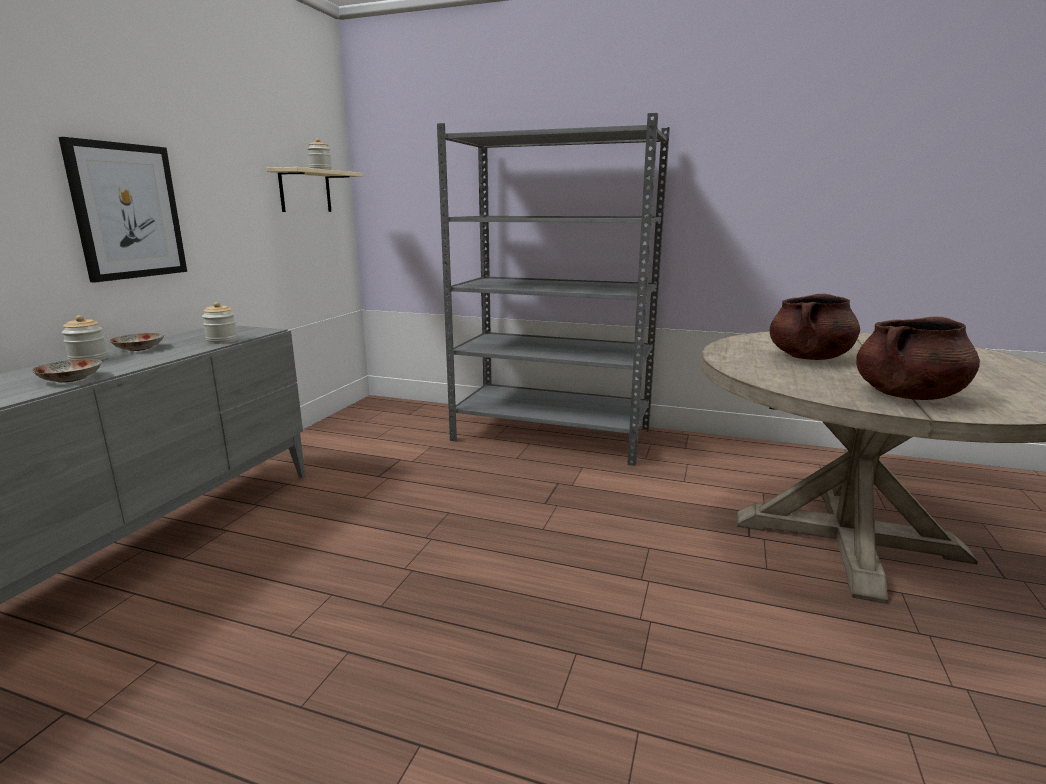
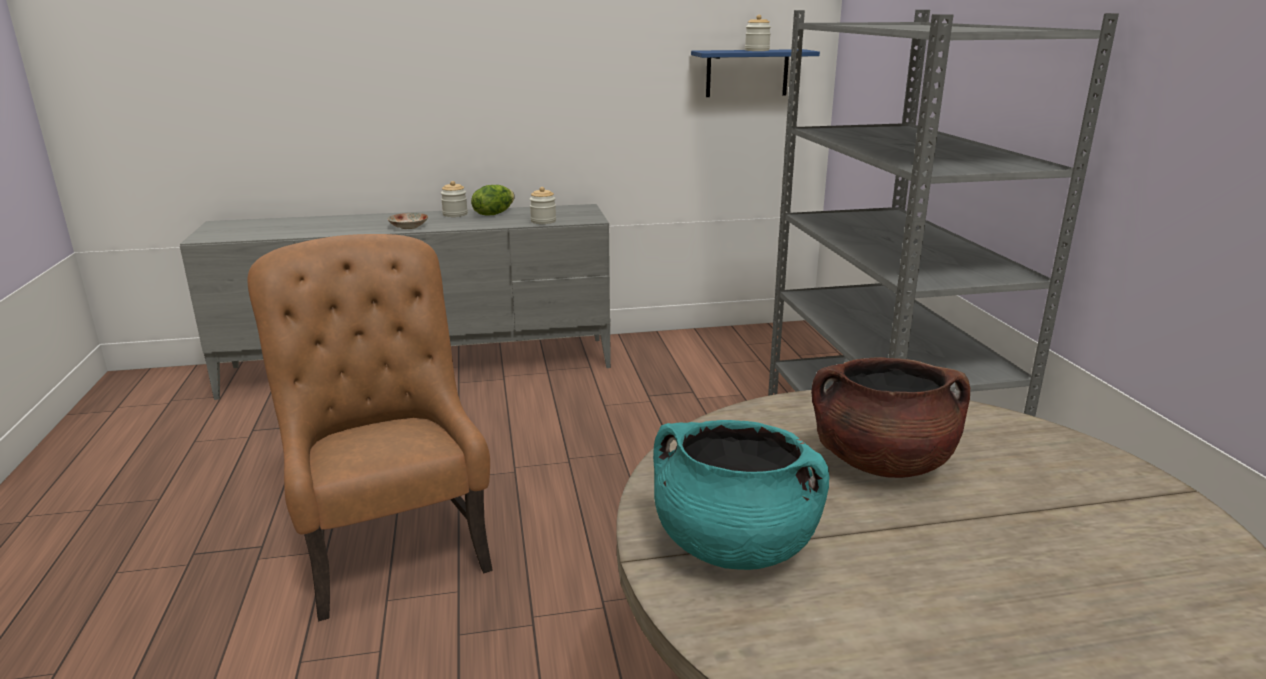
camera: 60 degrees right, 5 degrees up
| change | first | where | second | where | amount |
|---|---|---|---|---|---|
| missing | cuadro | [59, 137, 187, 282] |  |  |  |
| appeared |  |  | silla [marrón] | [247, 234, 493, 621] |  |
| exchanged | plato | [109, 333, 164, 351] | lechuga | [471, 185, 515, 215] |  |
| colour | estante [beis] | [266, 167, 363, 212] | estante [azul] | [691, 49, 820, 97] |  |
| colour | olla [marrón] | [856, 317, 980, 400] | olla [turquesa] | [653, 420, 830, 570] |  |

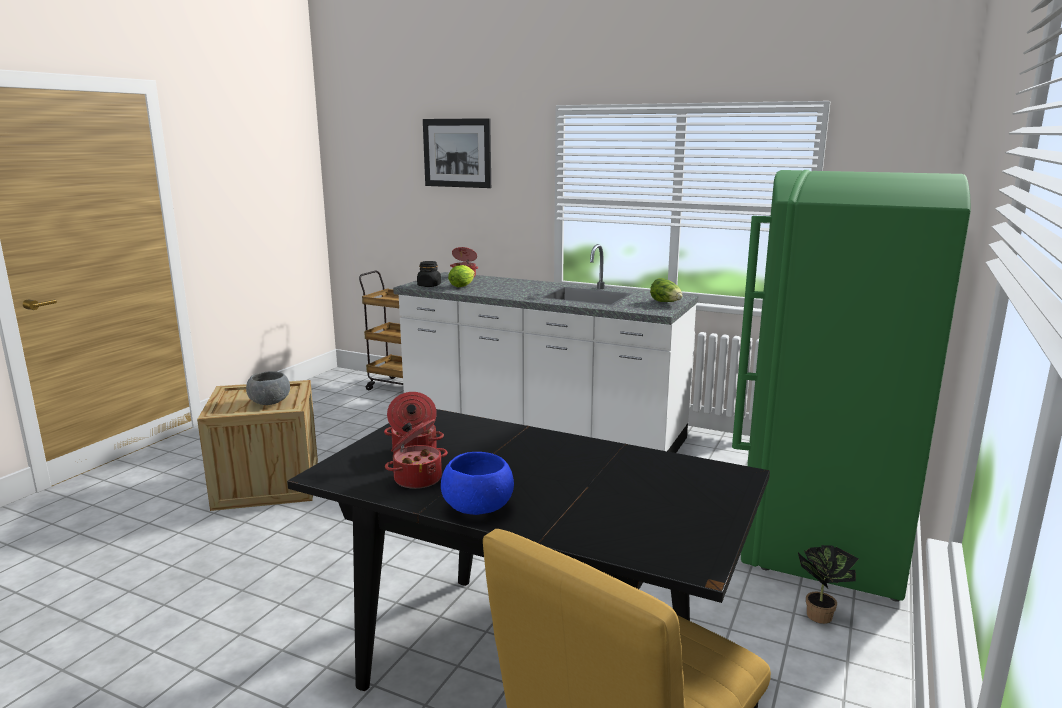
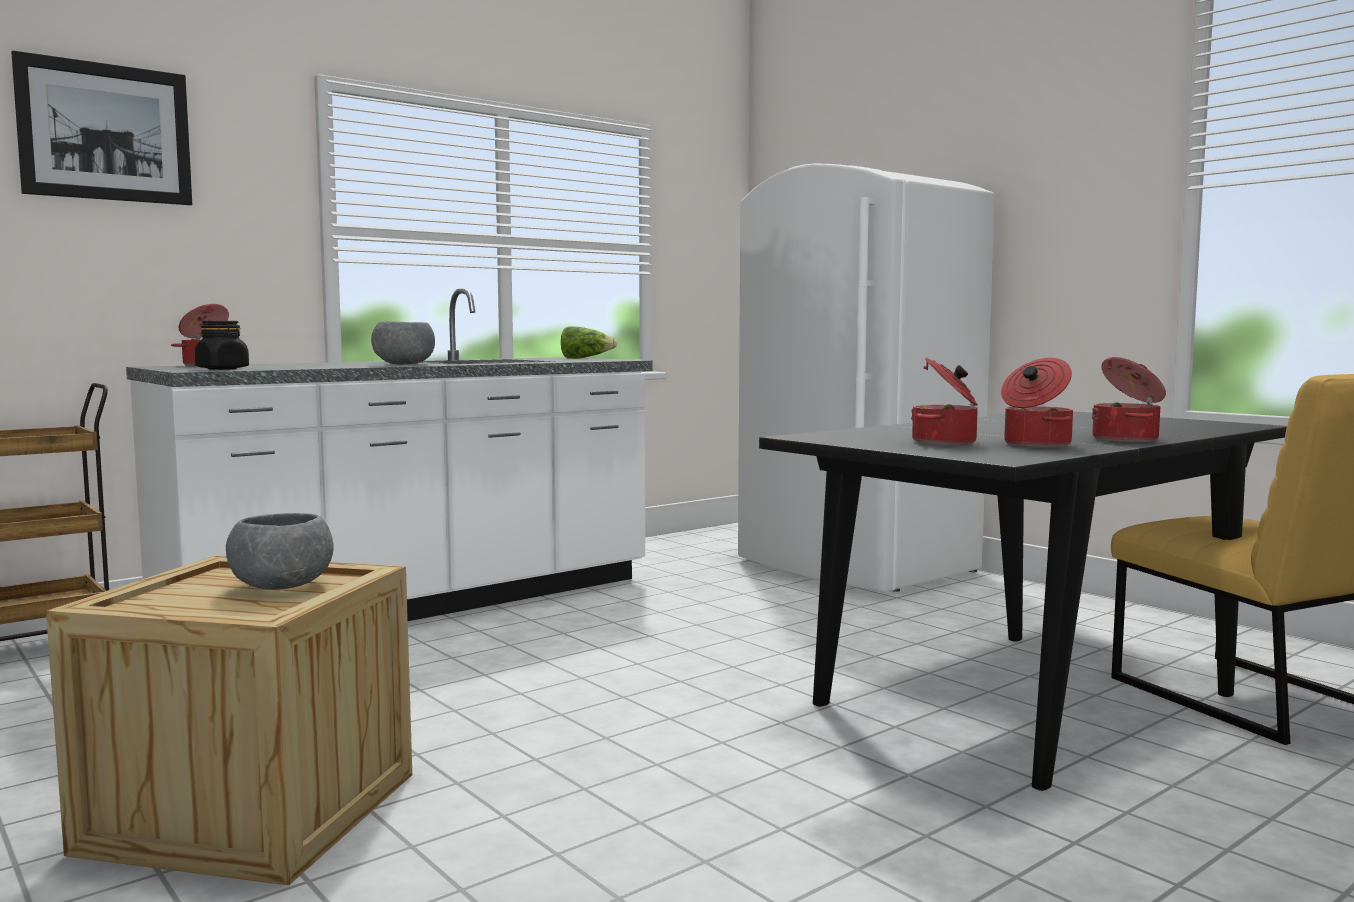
camera: 65 degrees left, 10 degrees down
| change | first | where | second | where | amount |
|---|---|---|---|---|---|
| missing | lechuga | [448, 265, 475, 288] |  |  |  |
| missing | planta en maceta | [798, 545, 859, 624] |  |  |  |
| appeared |  |  | cuenco [gris] | [371, 321, 435, 365] |  |
| exchanged | cuenco [azul] | [441, 452, 514, 515] | olla | [1092, 357, 1166, 443] |  |
| colour | nevera [verde] | [732, 170, 971, 602] | nevera [blanco] | [738, 163, 995, 592] |  |

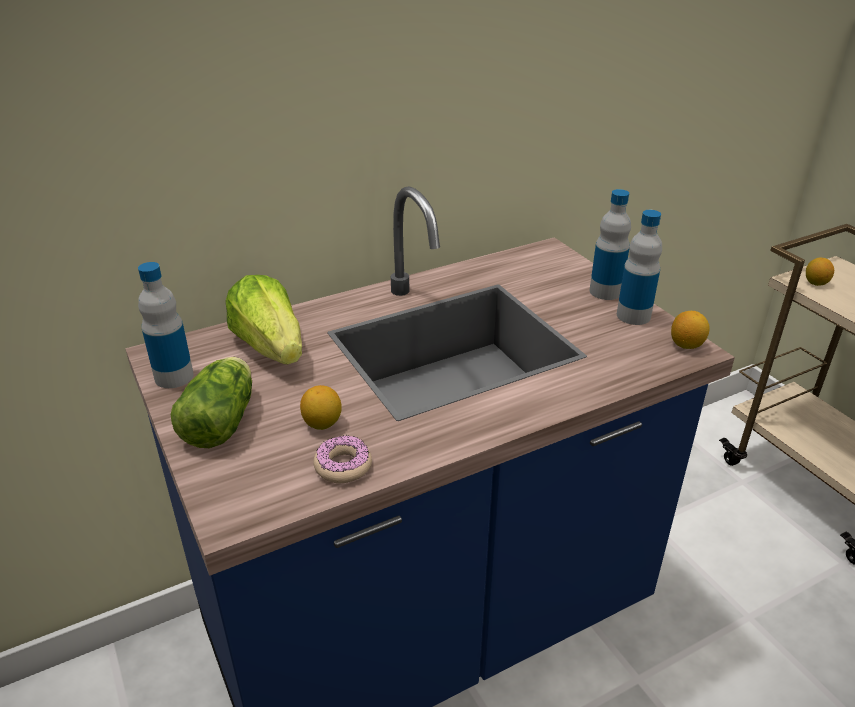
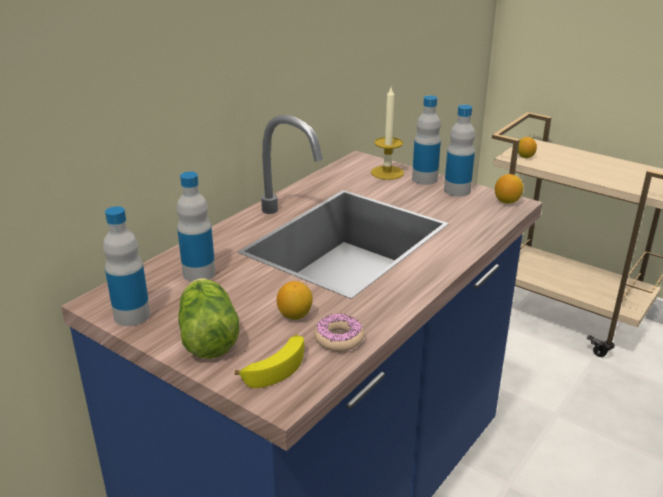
camera: 25 degrees left, 5 degrees down
| change | first | where | second | where | amount |
|---|---|---|---|---|---|
| appeared |  |  | plátano | [235, 334, 304, 388] |  |
| appeared |  |  | vela | [371, 87, 404, 180] |  |
| exchanged | lechuga | [225, 275, 302, 365] | botella | [177, 172, 216, 282] |  |

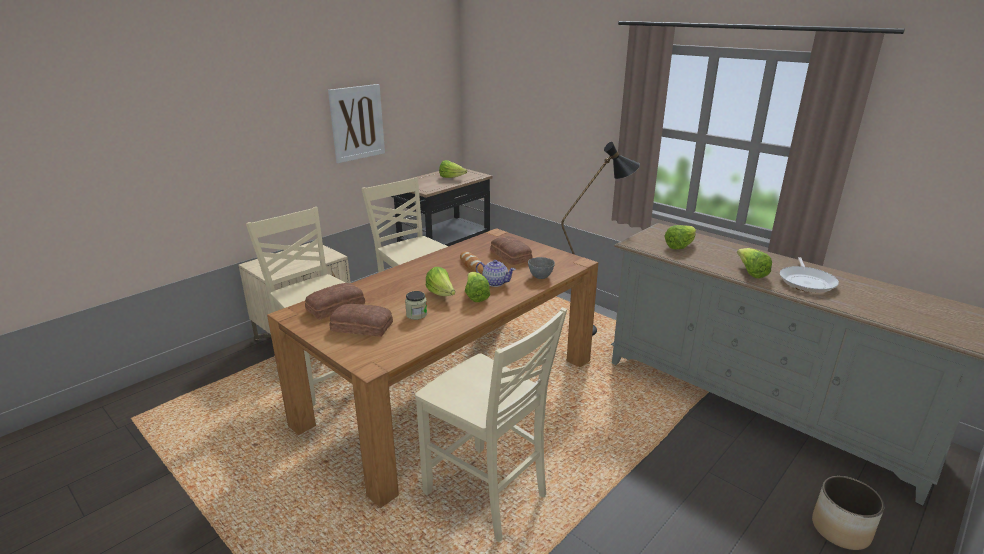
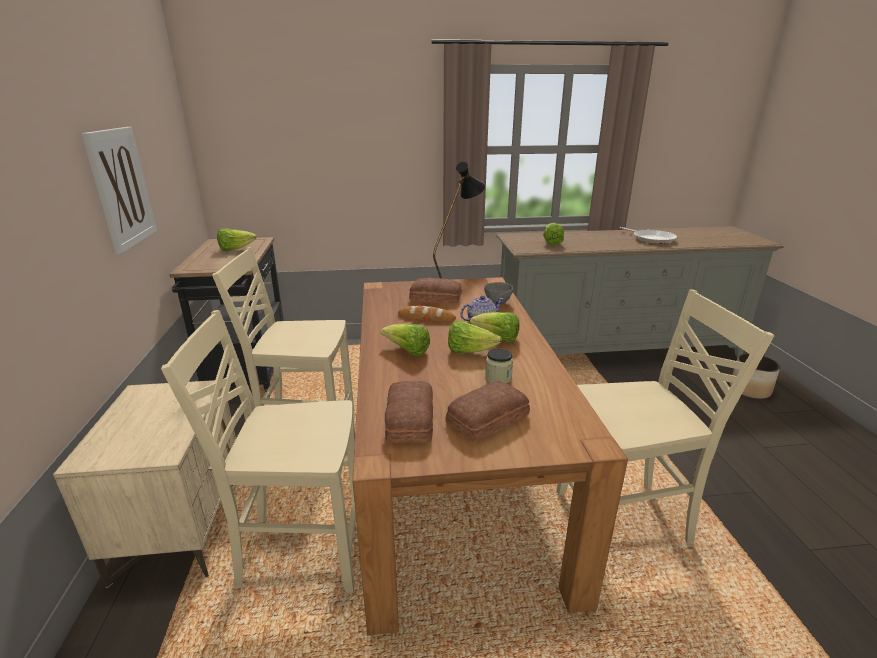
camera: 50 degrees left, 0 degrees up
| change | first | where | second | where | amount |
|---|---|---|---|---|---|
| relocated | lechuga | [737, 248, 772, 278] |  | [381, 324, 430, 356] |  |

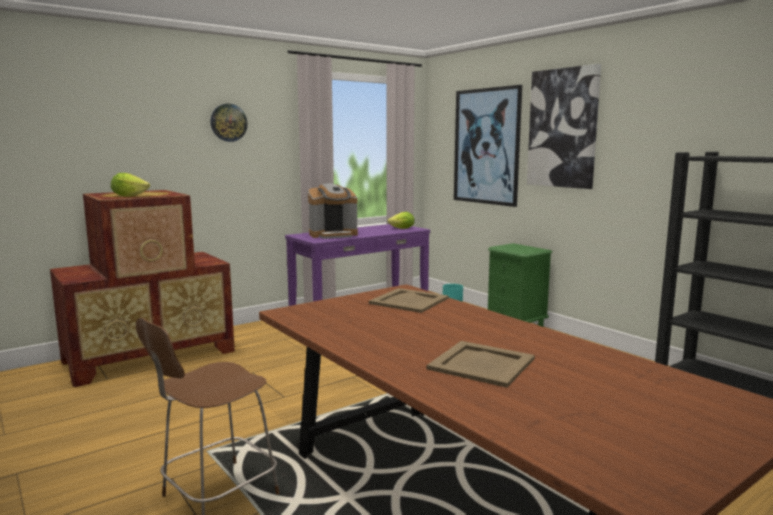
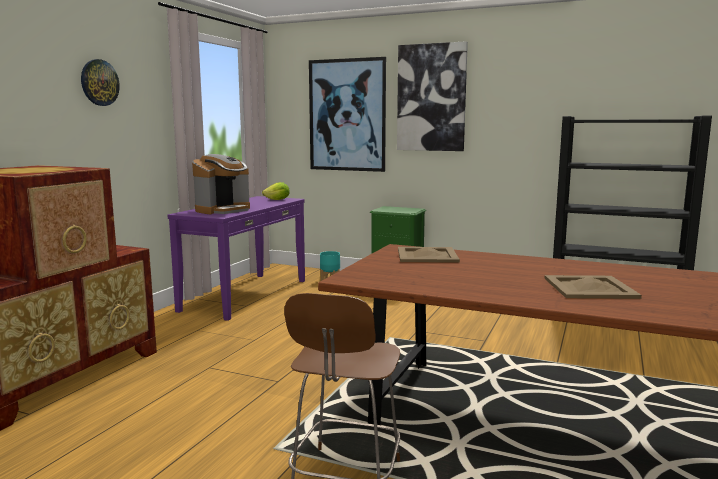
camera: 30 degrees left, 0 degrees up
| change | first | where | second | where | amount |
|---|---|---|---|---|---|
| missing | lechuga | [111, 173, 150, 197] |  |  |  |

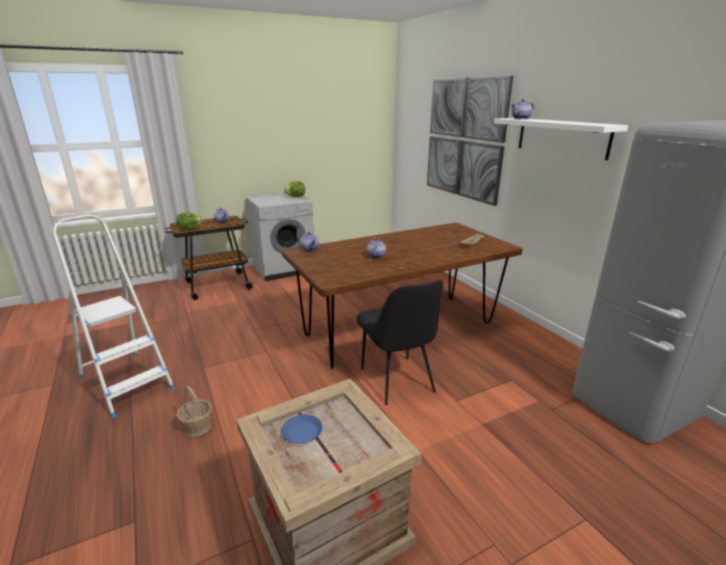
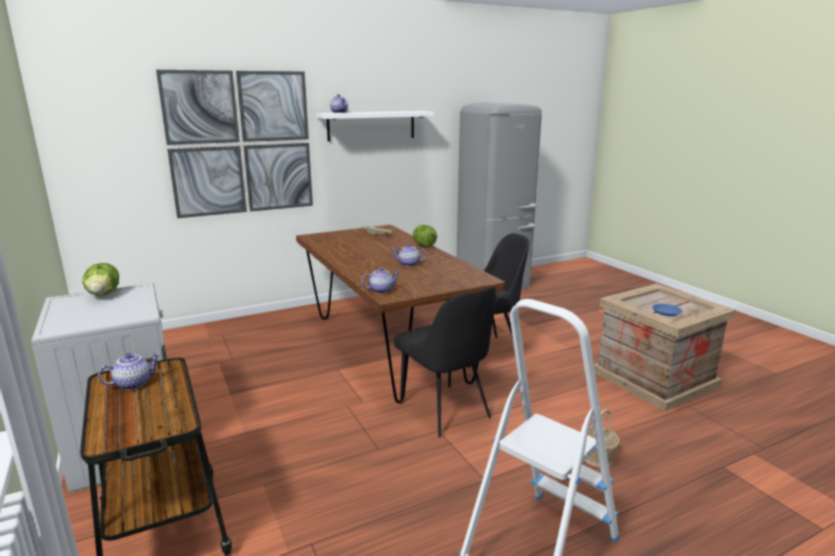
camera: 90 degrees left, 5 degrees down
| change | first | where | second | where | amount |
|---|---|---|---|---|---|
| appeared |  |  | silla [negro] | [394, 287, 496, 437] |  |
| relocated | lechuga | [176, 212, 202, 230] |  | [413, 225, 437, 247] |  |

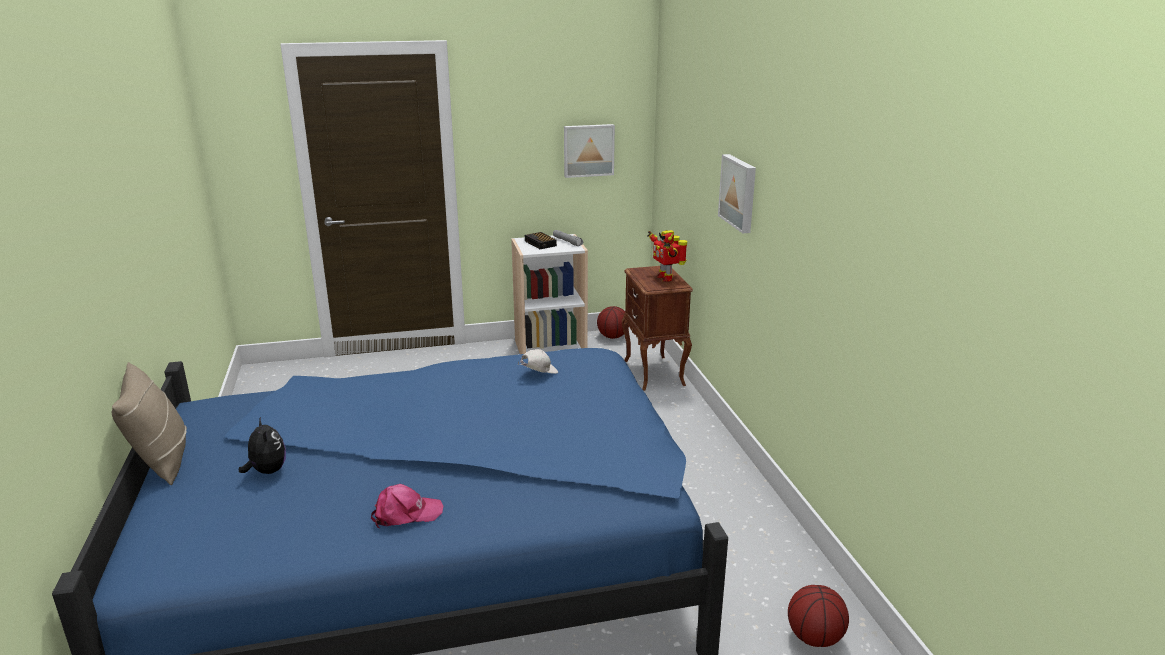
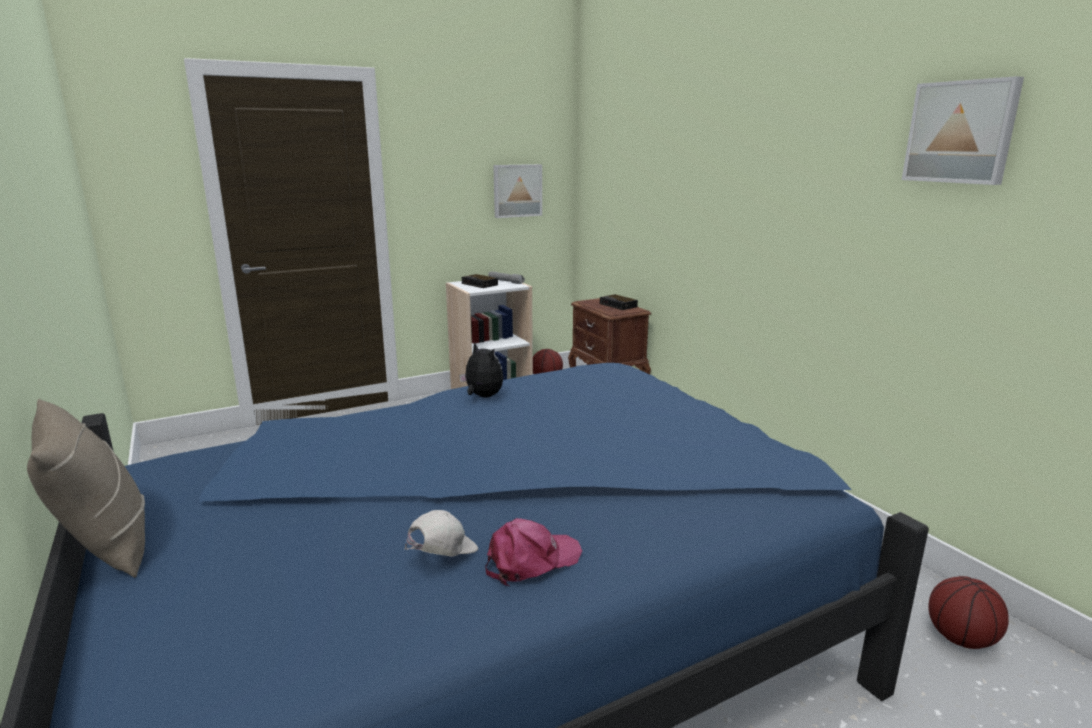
camera: 15 degrees left, 5 degrees down
| change | first | where | second | where | amount |
|---|---|---|---|---|---|
| relocated | peluche | [239, 416, 286, 474] |  | [459, 342, 504, 397] |  |
| relocated | gorra [blanco] | [518, 349, 558, 374] |  | [404, 510, 478, 556] |  |
| relocated | cuadro | [718, 154, 756, 233] |  | [902, 76, 1024, 185] |  |
| exchanged | robot de juguete | [648, 230, 687, 282] | despertador | [600, 294, 638, 310] |  |

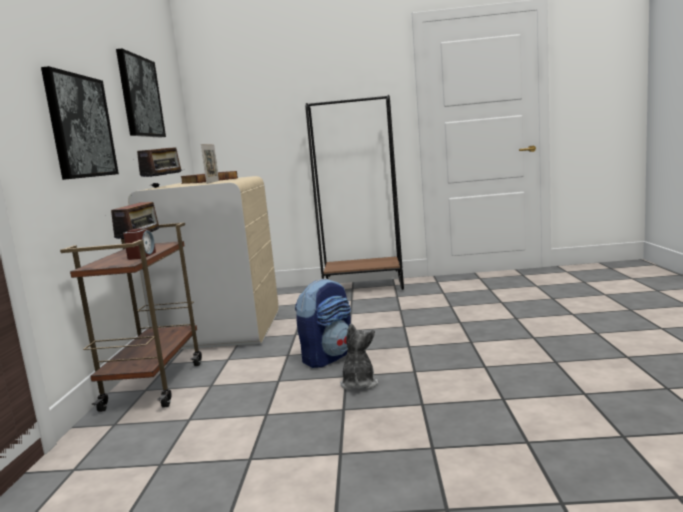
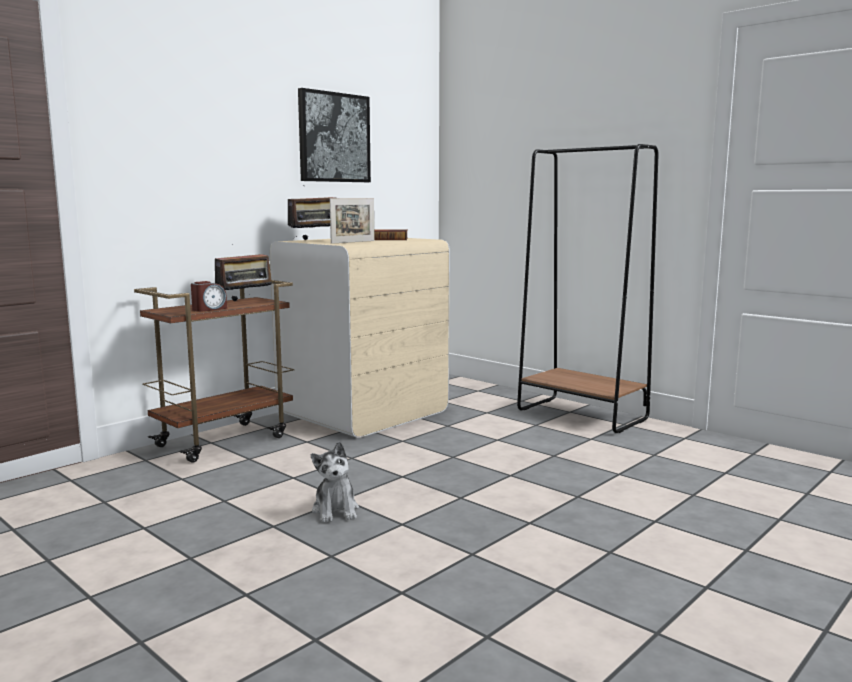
camera: 40 degrees right, 0 degrees up
| change | first | where | second | where | amount |
|---|---|---|---|---|---|
| missing | cuadro | [41, 66, 119, 180] |  |  |  |
| missing | mochila | [295, 278, 351, 368] |  |  |  |
| spun | peluche | [340, 323, 378, 390] |  | [311, 441, 359, 523] | 120 degrees clockwise |

